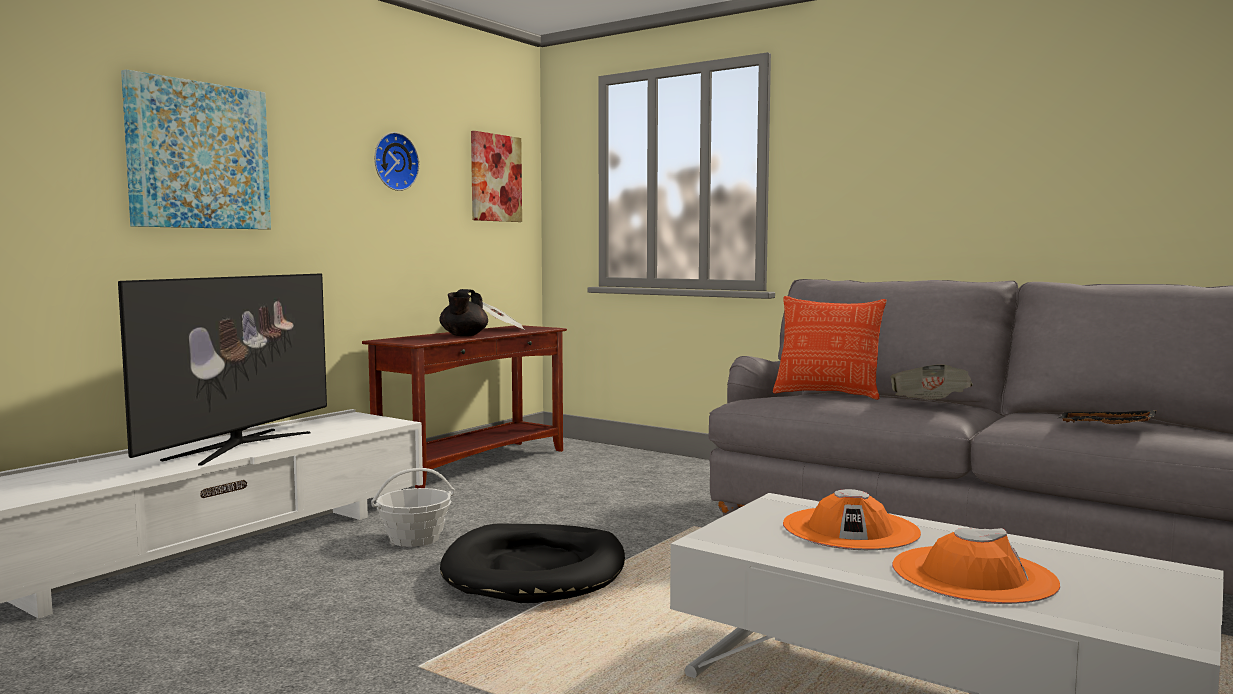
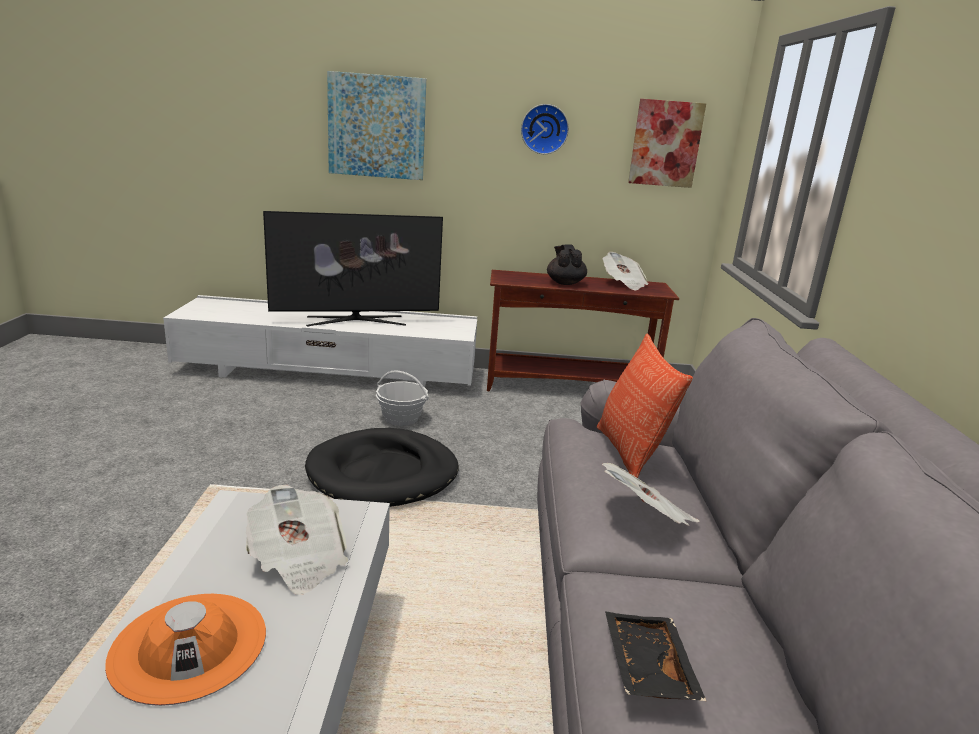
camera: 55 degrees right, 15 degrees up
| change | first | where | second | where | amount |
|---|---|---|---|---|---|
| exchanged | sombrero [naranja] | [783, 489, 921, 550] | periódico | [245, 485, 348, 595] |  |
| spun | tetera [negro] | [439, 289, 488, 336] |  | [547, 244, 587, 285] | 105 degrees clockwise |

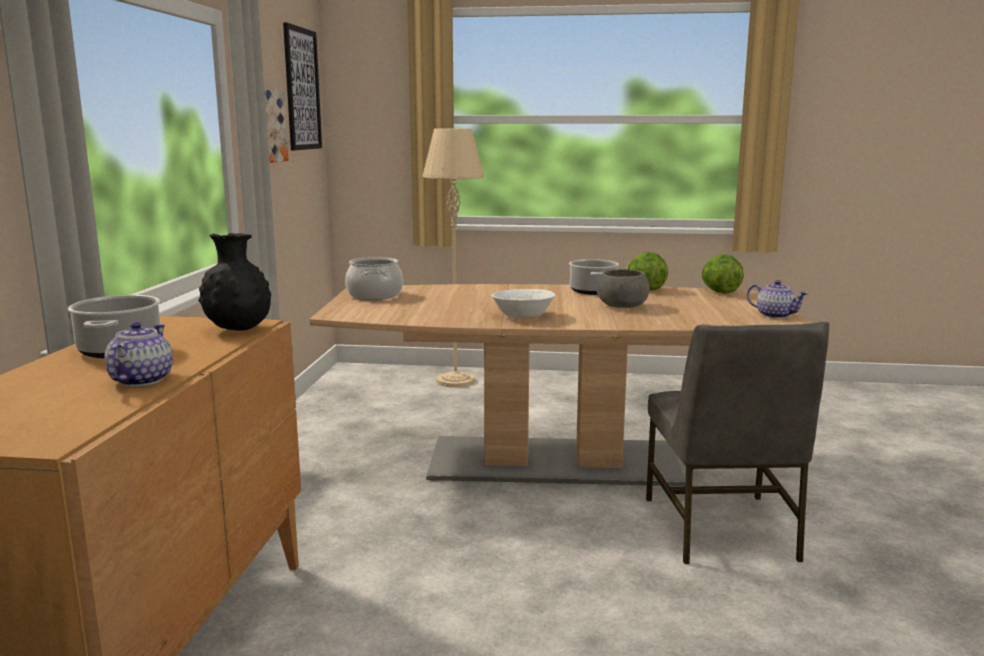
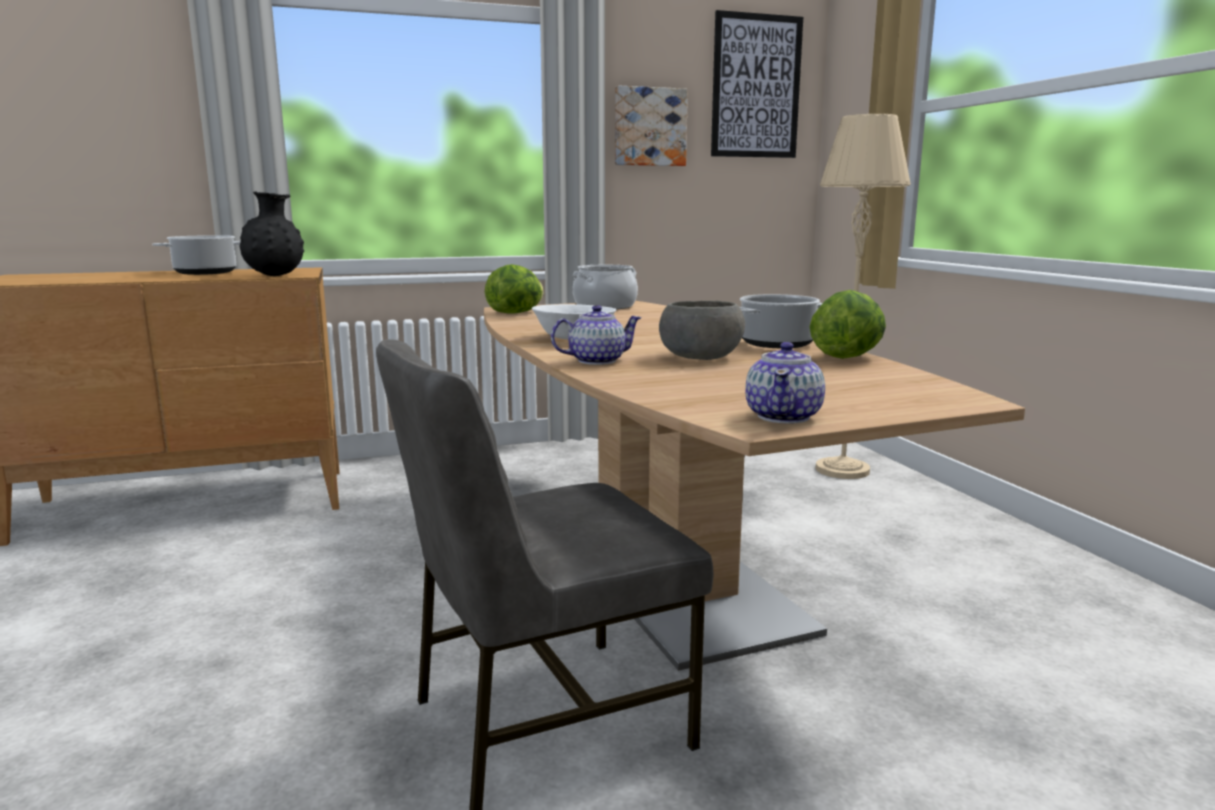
camera: 65 degrees right, 0 degrees up
| change | first | where | second | where | amount |
|---|---|---|---|---|---|
| relocated | tetera | [104, 322, 173, 387] |  | [551, 305, 642, 365] |  |
| relocated | lechuga | [701, 254, 744, 294] |  | [485, 264, 544, 314] |  |

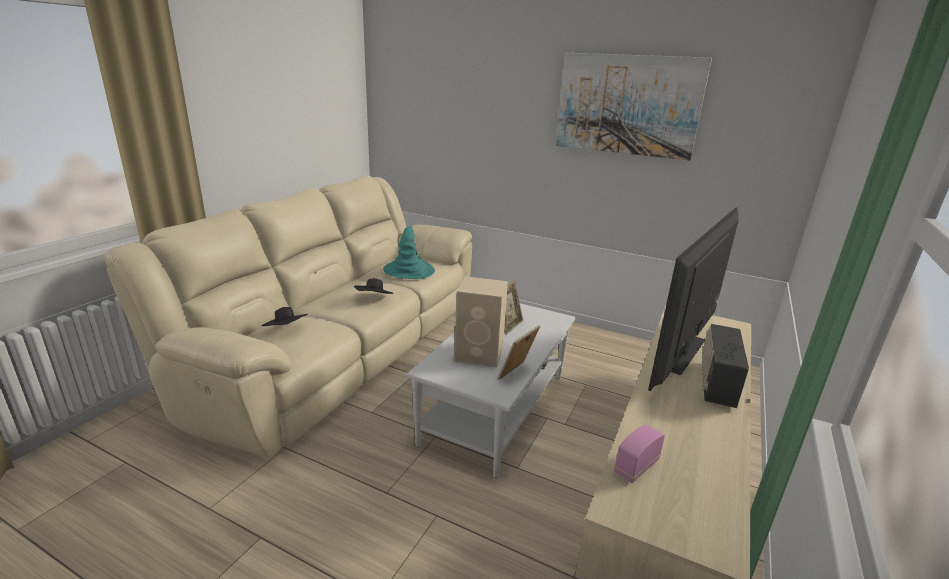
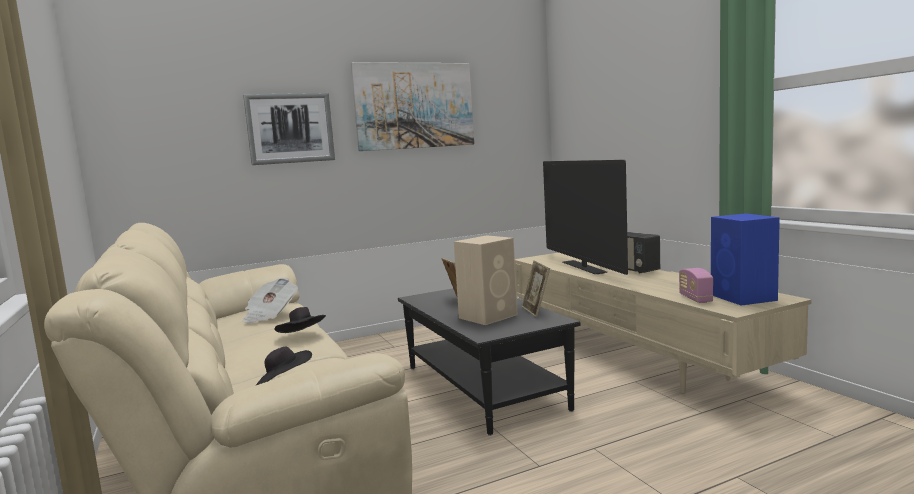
camera: 50 degrees left, 15 degrees down
| change | first | where | second | where | amount |
|---|---|---|---|---|---|
| appeared |  |  | cuadro | [243, 93, 335, 165] |  |
| appeared |  |  | altavoz [azul] | [711, 213, 780, 306] |  |
| exchanged | sombrero [turquesa] | [383, 226, 435, 279] | periódico | [243, 278, 298, 323] |  |
| colour | mesa de centro [blanco] | [406, 303, 576, 478] | mesa de centro [negro] | [398, 288, 581, 436] |  |

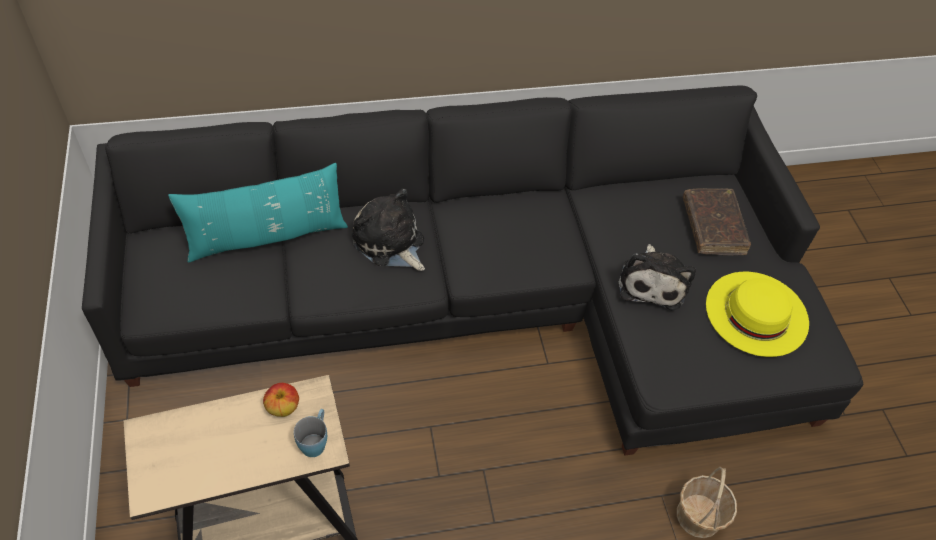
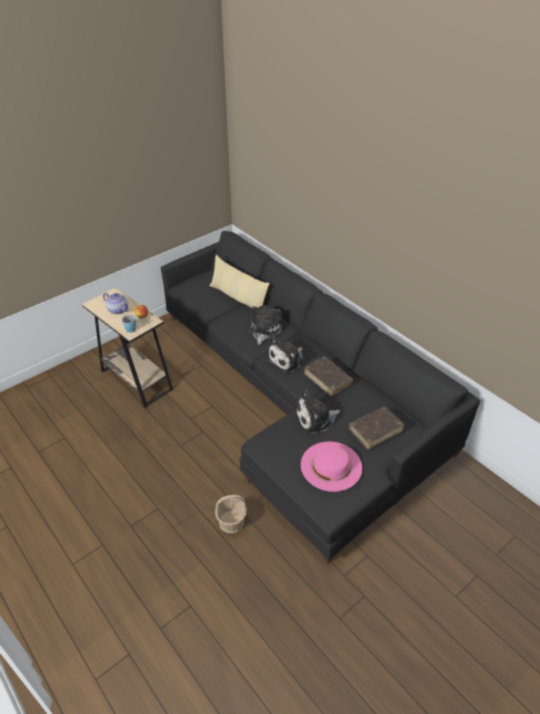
camera: 65 degrees right, 10 degrees down
| change | first | where | second | where | amount |
|---|---|---|---|---|---|
| appeared |  |  | tetera | [103, 293, 129, 314] |  |
| appeared |  |  | peluche | [267, 336, 304, 373] |  |
| appeared |  |  | libro [marrón] | [304, 356, 353, 397] |  |
| colour | cojín [turquesa] | [168, 163, 348, 262] | cojín [beis] | [210, 255, 270, 308] |  |
| colour | sombrero [amarillo] | [706, 272, 809, 357] | sombrero [rosa] | [301, 442, 362, 492] |  |

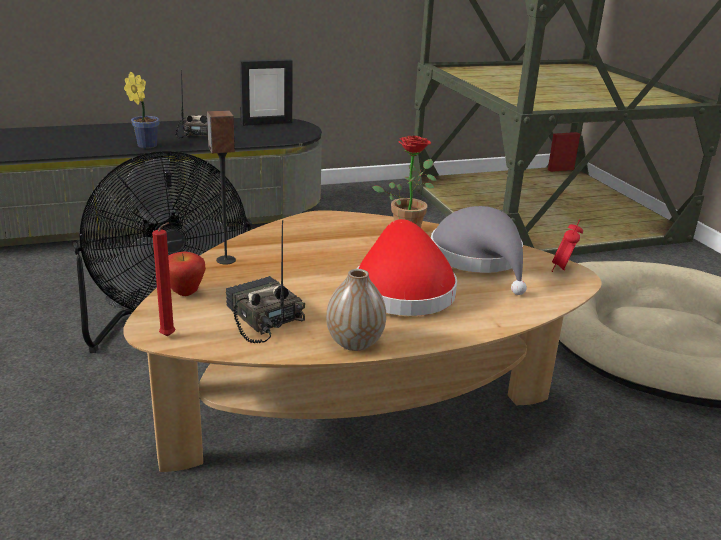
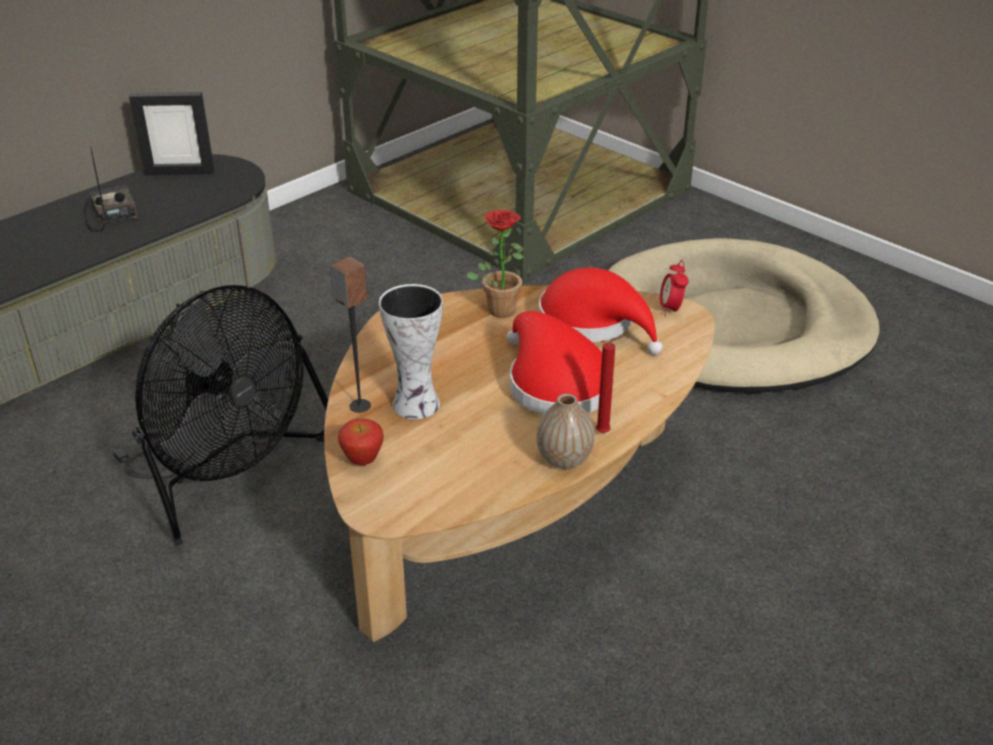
camera: 25 degrees left, 10 degrees up
| change | first | where | second | where | amount |
|---|---|---|---|---|---|
| missing | planta en maceta | [124, 72, 159, 149] |  |  |  |
| missing | radio | [226, 220, 305, 344] |  |  |  |
| appeared |  |  | florero | [379, 284, 443, 419] |  |
| relocated | vela [rojo] | [152, 223, 175, 336] |  | [596, 336, 623, 433] |  |
| colour | sombrero [gris] | [431, 206, 527, 295] | sombrero [rojo] | [539, 267, 663, 355] |  |
| spun | portarretratos | [240, 59, 293, 126] |  | [129, 92, 214, 175] | 45 degrees clockwise |

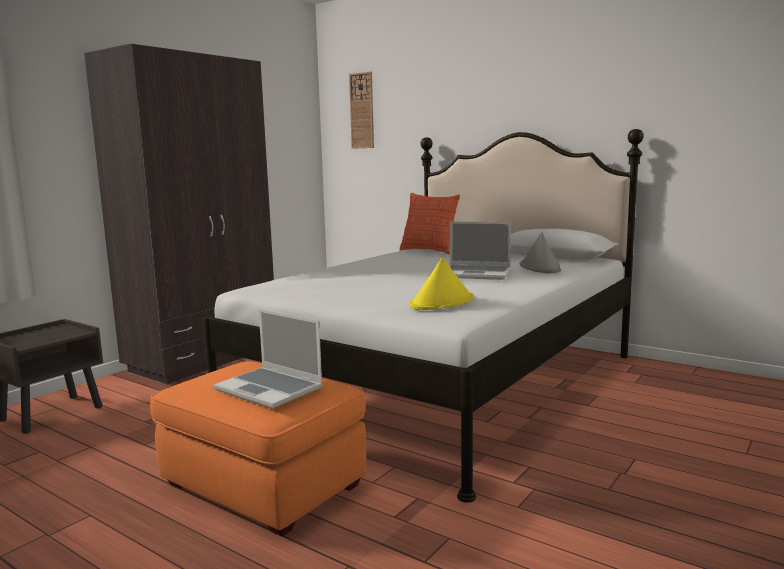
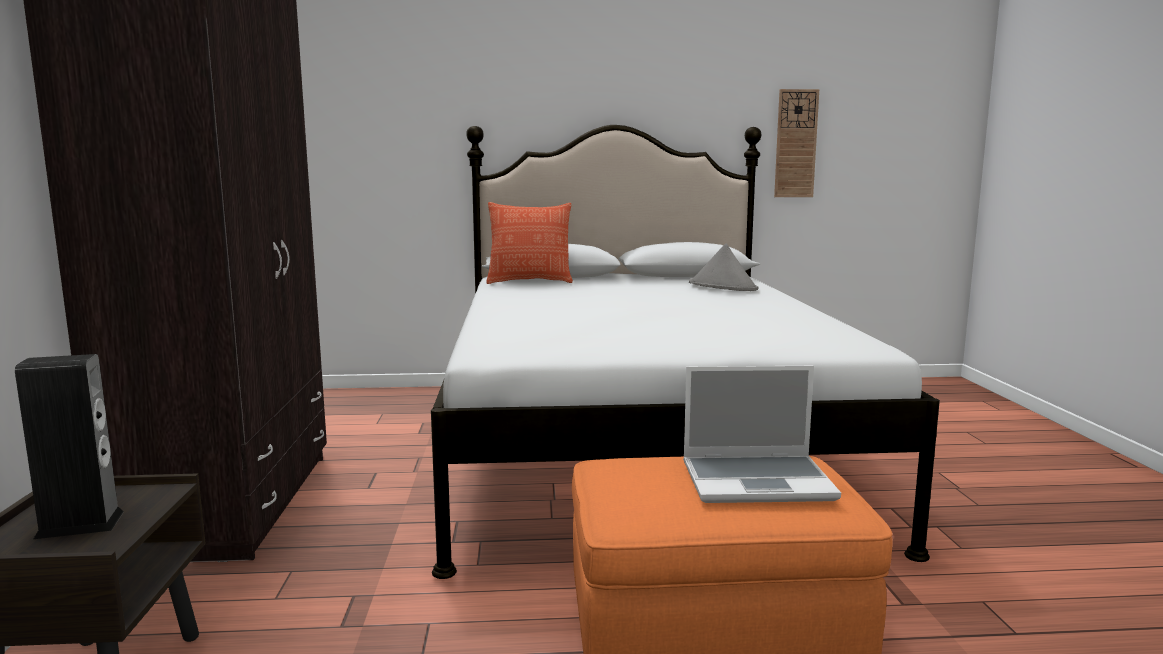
camera: 40 degrees left, 0 degrees up
| change | first | where | second | where | amount |
|---|---|---|---|---|---|
| missing | sombrero [amarillo] | [409, 257, 474, 310] |  |  |  |
| missing | portátil | [450, 221, 511, 280] |  |  |  |
| appeared |  |  | altavoz | [15, 354, 124, 539] |  |
| relocated | reloj de pared | [349, 71, 374, 149] |  | [774, 89, 819, 197] |  |

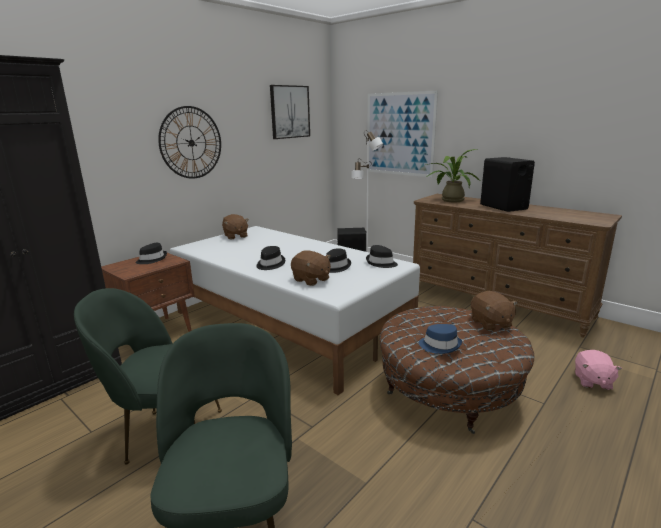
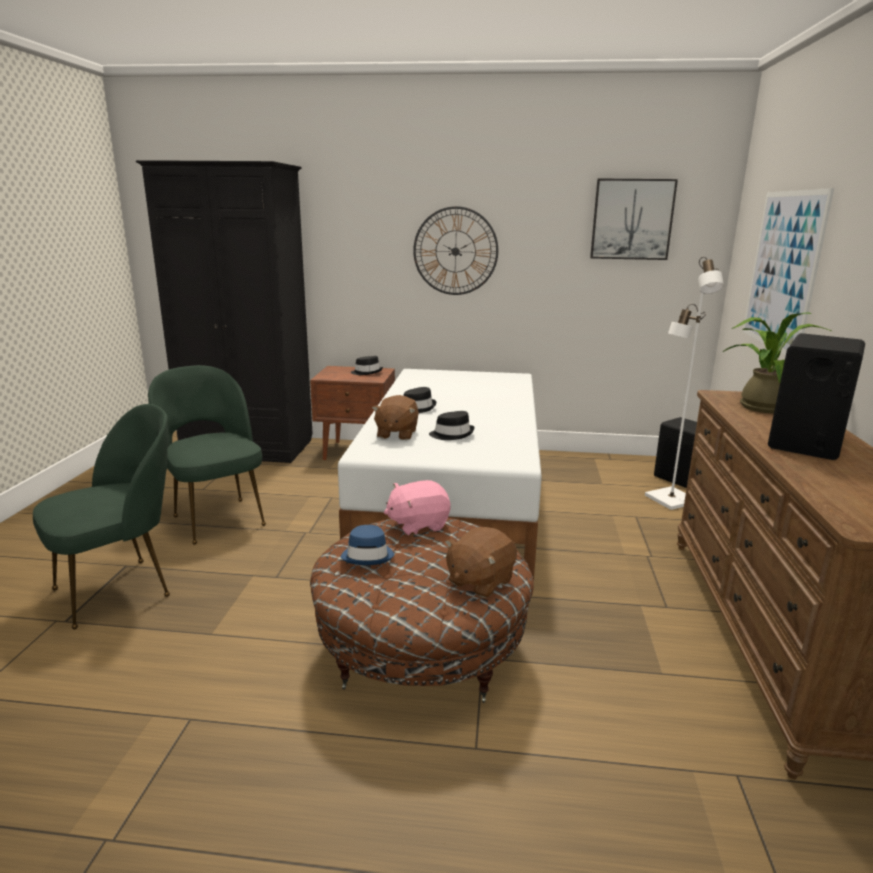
camera: 55 degrees right, 0 degrees up
| change | first | where | second | where | amount |
|---|---|---|---|---|---|
| missing | peluche [marrón] | [222, 214, 249, 239] |  |  |  |
| missing | sombrero [negro] | [366, 245, 398, 268] |  |  |  |
| relocated | peluche [rosa] | [575, 350, 622, 390] |  | [384, 480, 451, 536] |  |

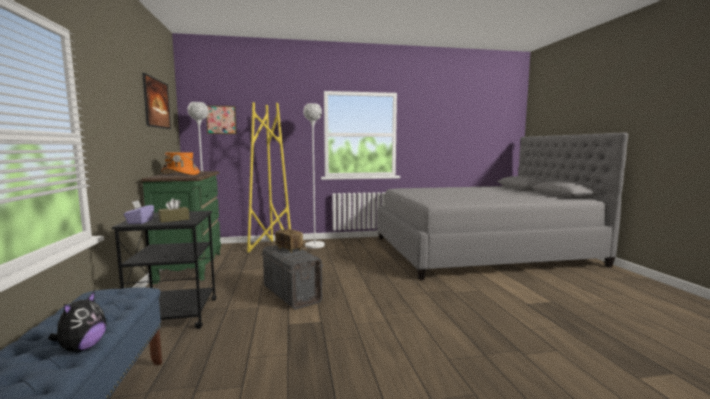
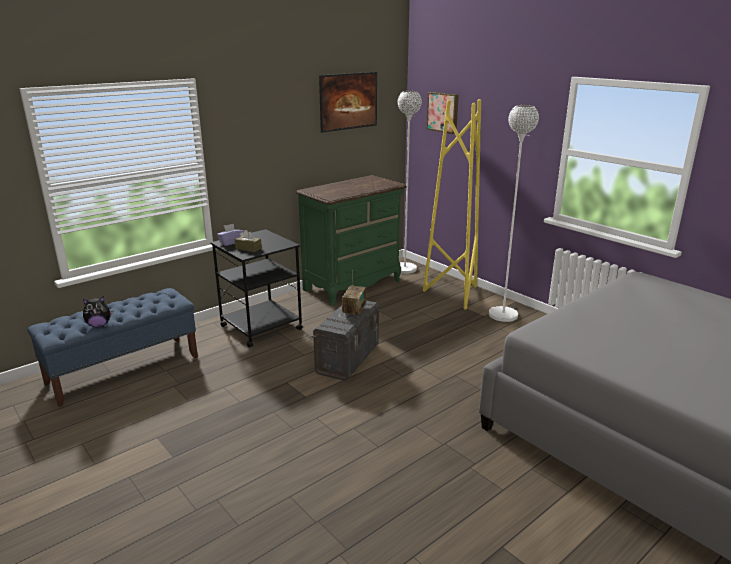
camera: 60 degrees right, 15 degrees up
| change | first | where | second | where | amount |
|---|---|---|---|---|---|
| missing | sombrero [naranja] | [161, 152, 200, 175] |  |  |  |

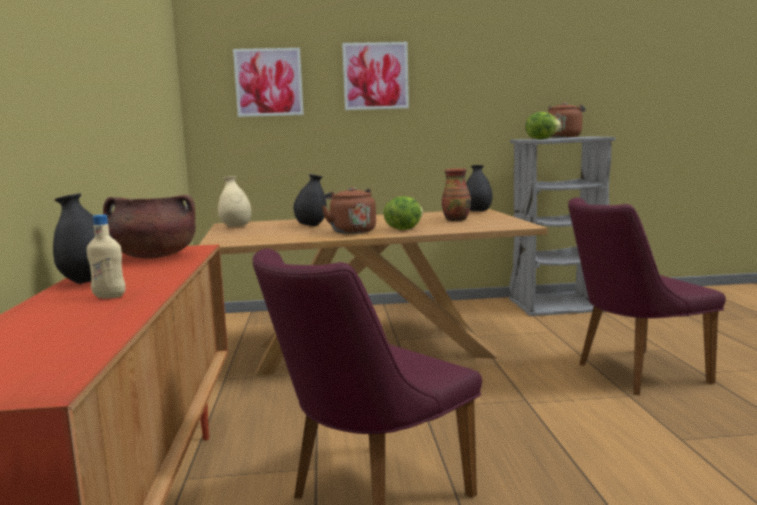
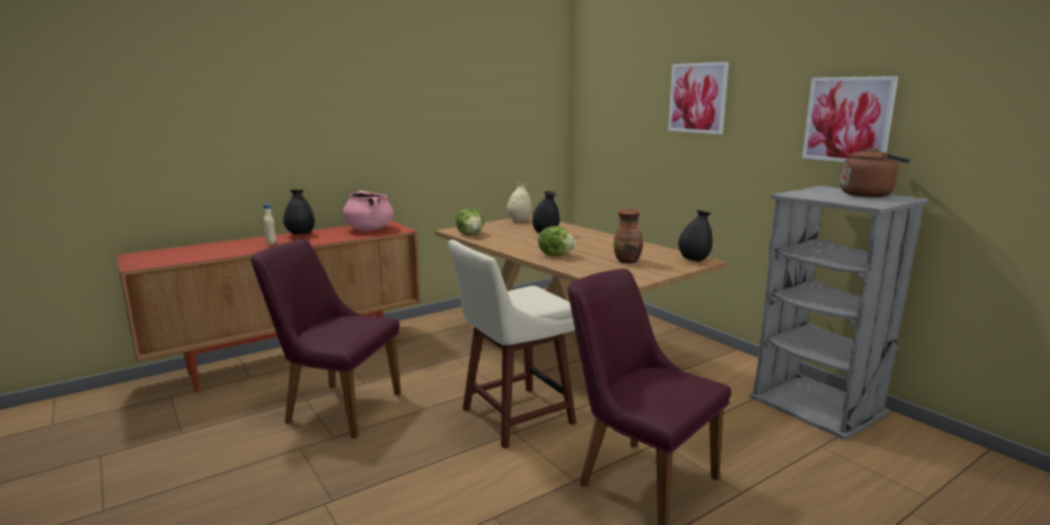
camera: 60 degrees right, 5 degrees up
| change | first | where | second | where | amount |
|---|---|---|---|---|---|
| missing | hervidor [marrón] | [322, 187, 376, 234] |  |  |  |
| appeared |  |  | taburete [beis] | [448, 240, 576, 449] |  |
| relocated | cuadro | [233, 48, 304, 117] |  | [802, 76, 898, 162] |  |
| relocated | lechuga | [526, 112, 562, 139] |  | [456, 209, 484, 235] |  |
| colour | olla [marrón] | [103, 195, 196, 259] | olla [rosa] | [343, 191, 394, 231] |  |

